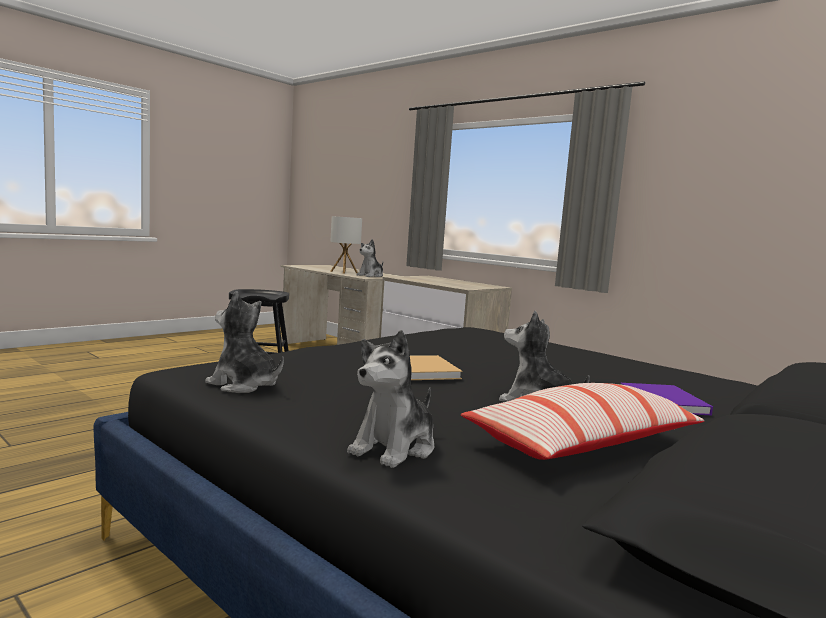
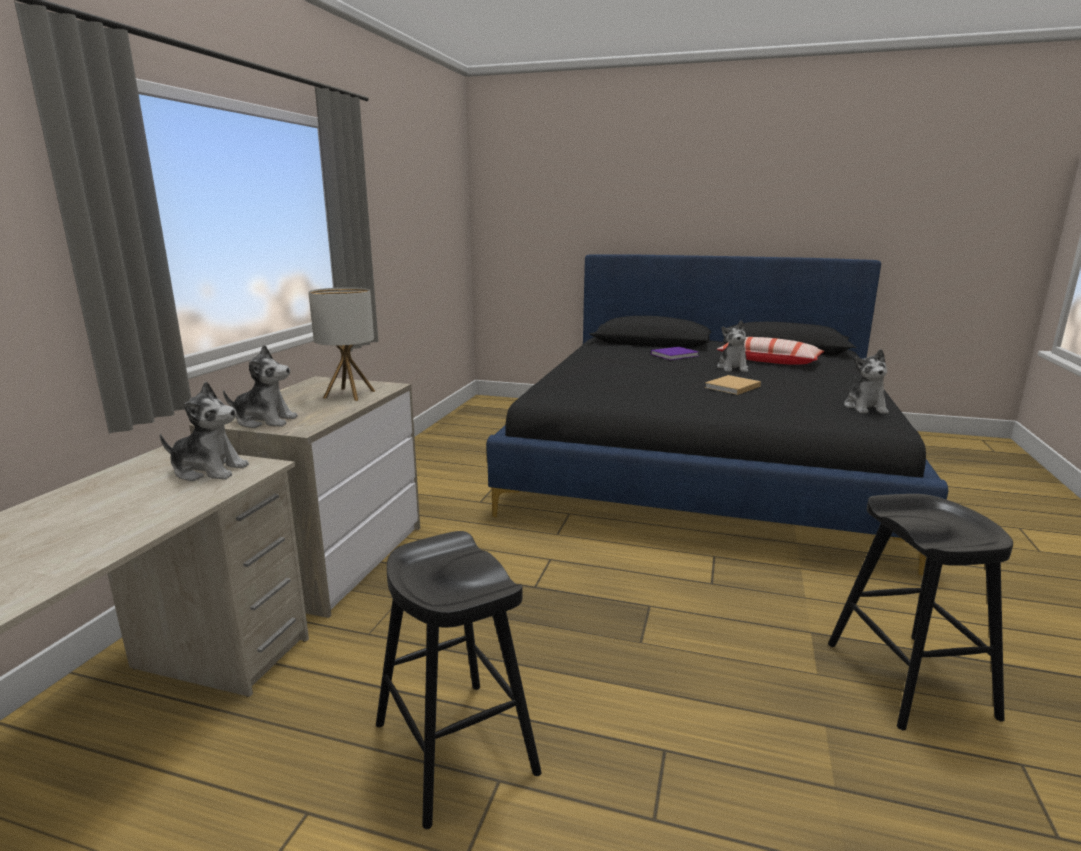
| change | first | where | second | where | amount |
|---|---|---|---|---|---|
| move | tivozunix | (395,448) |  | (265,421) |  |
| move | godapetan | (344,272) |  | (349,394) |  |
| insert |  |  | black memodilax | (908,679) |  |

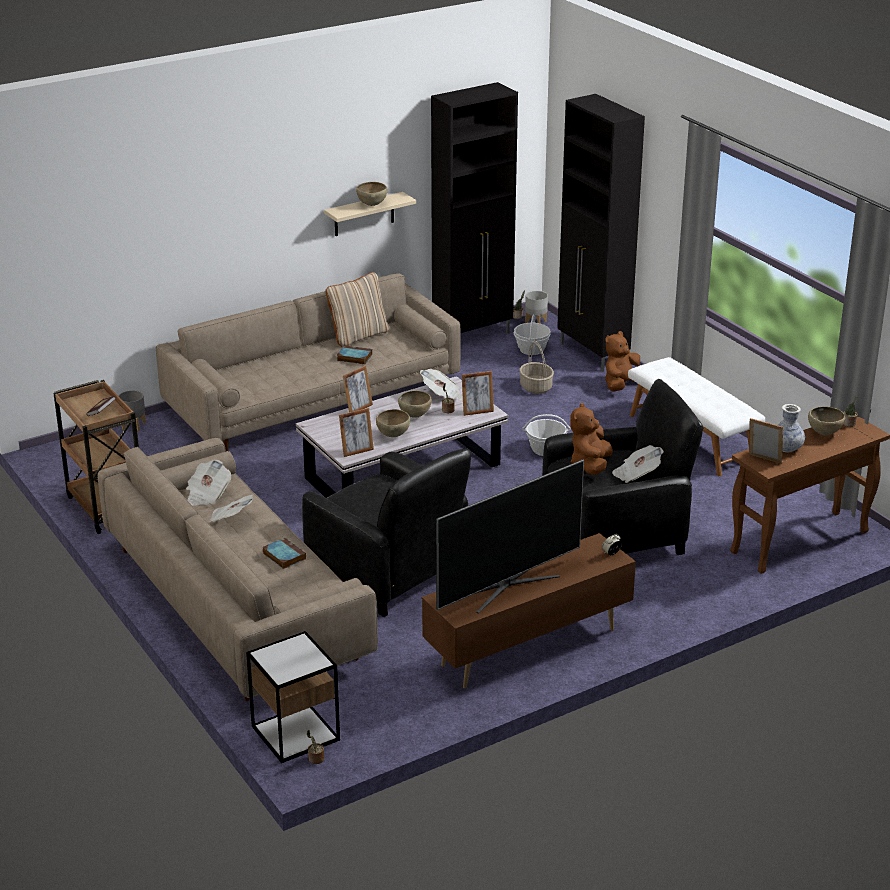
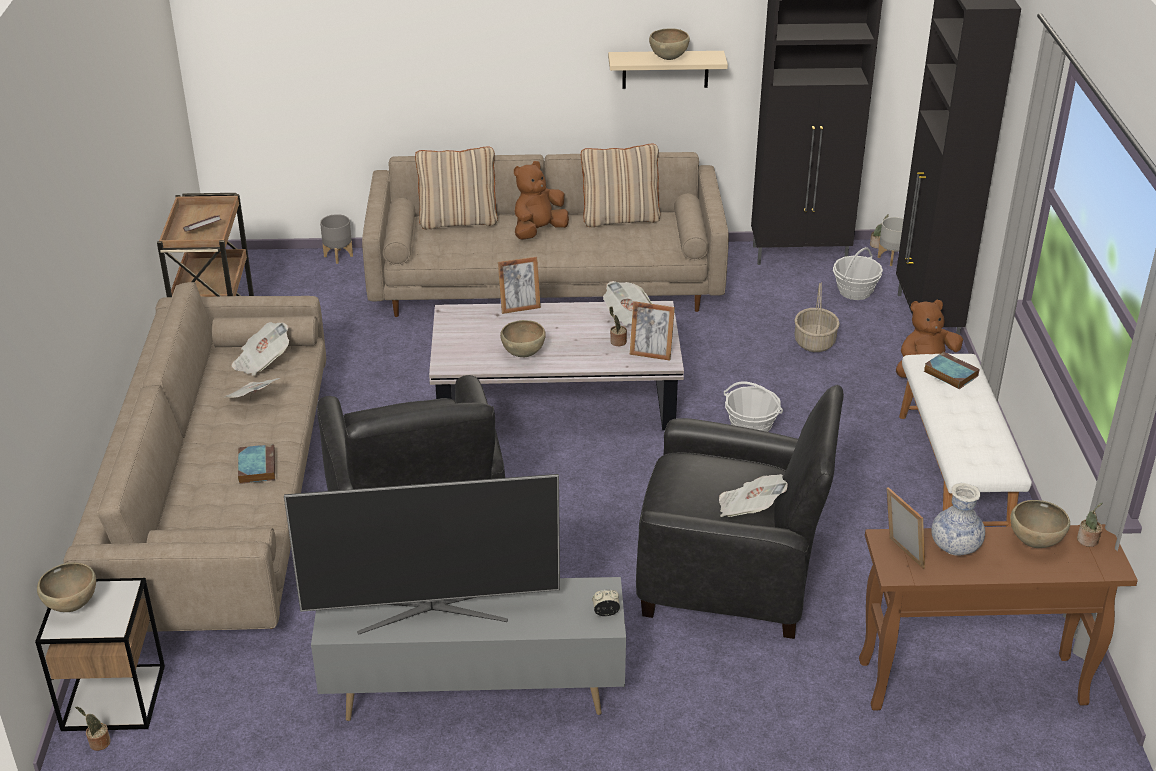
| change | first | where | second | where | amount |
|---|---|---|---|---|---|
| move | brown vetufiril | (415,415) |  | (72,606) |  |
| recolor | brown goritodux | (527,647) | grey goritodux | (473,694) |  |
| insert |  |  | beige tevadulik | (458,221) |  |
| move | brown tivozunix | (590,465) |  | (538,232) |  |
| move | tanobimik | (353,357) |  | (949,373) |  |
| delete | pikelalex | (356,451) |  |  |  |

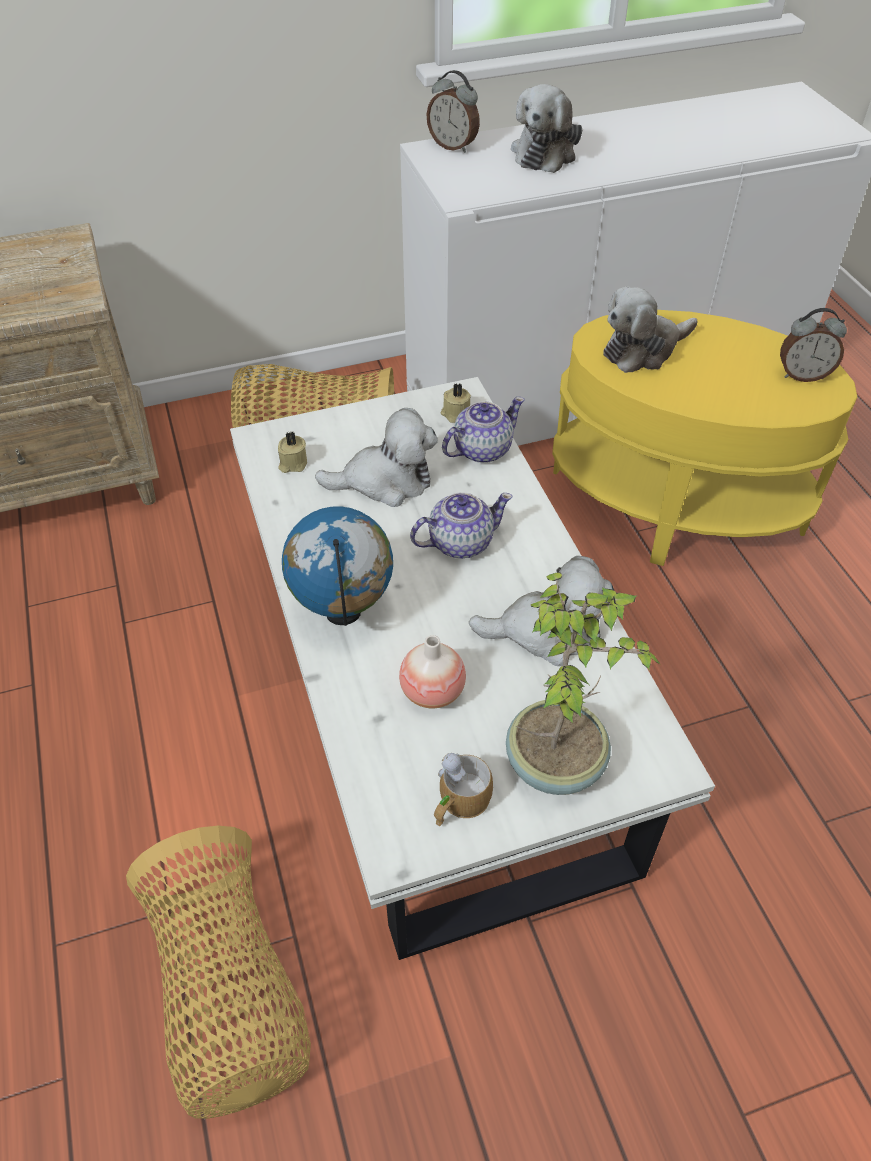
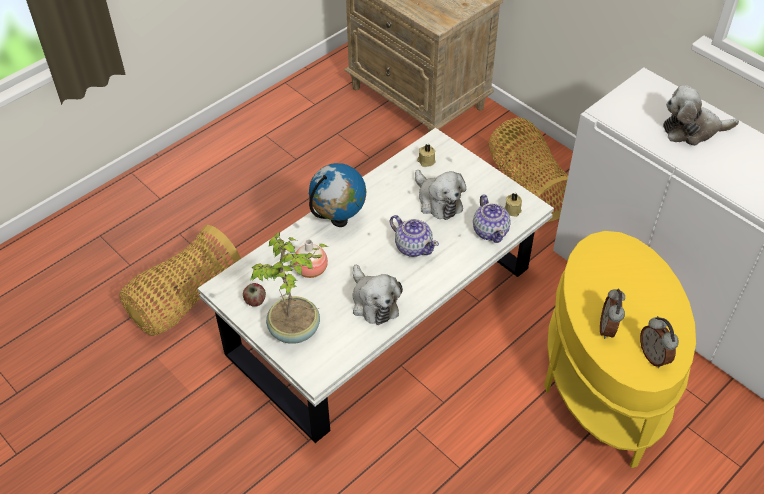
| change | first | where | second | where | amount |
|---|---|---|---|---|---|
| replace | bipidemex | (458,803) | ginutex | (255,301) |  |
| rotate | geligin | (481,449) |  | (490,231) | 45 degrees clockwise |
| move | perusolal | (453,146) |  | (608,328) |  |
| delete | tivozunix | (643,350) |  |  |  |

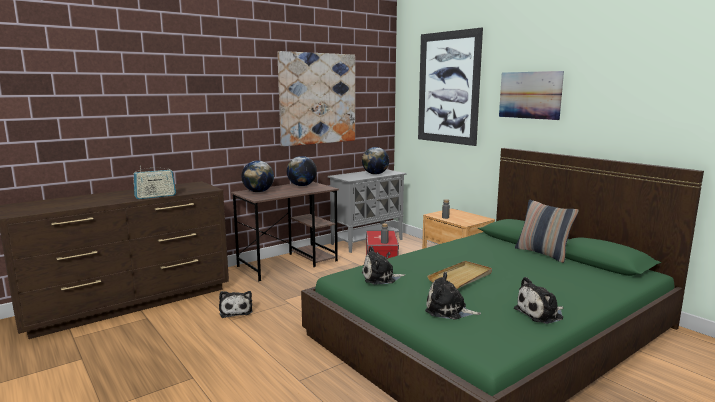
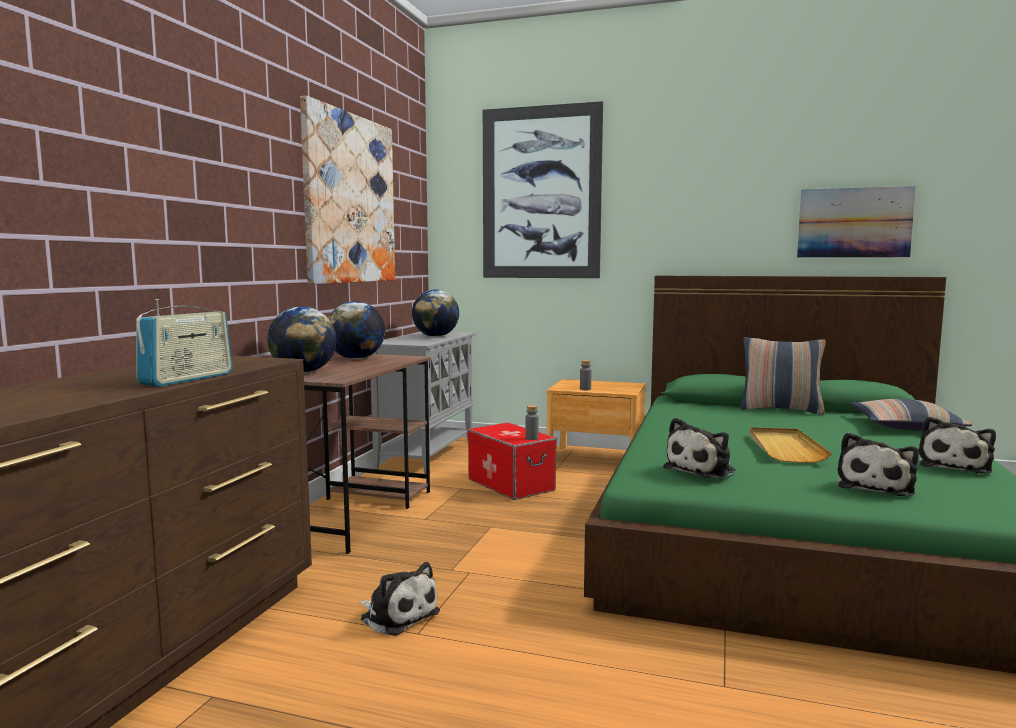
| change | first | where | second | where | amount |
|---|---|---|---|---|---|
| move | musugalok | (530,95) |  | (854,222) |  |
| rotate | tivozunix | (448,310) |  | (876,486) | 45 degrees counterclockwise |
| insert |  |  | tevadulik | (905,426) |  |

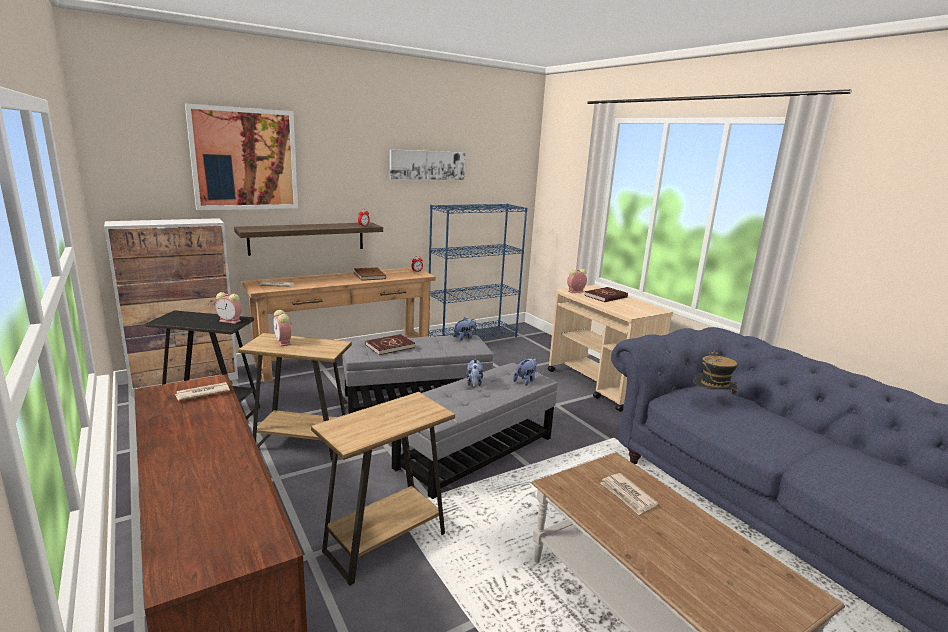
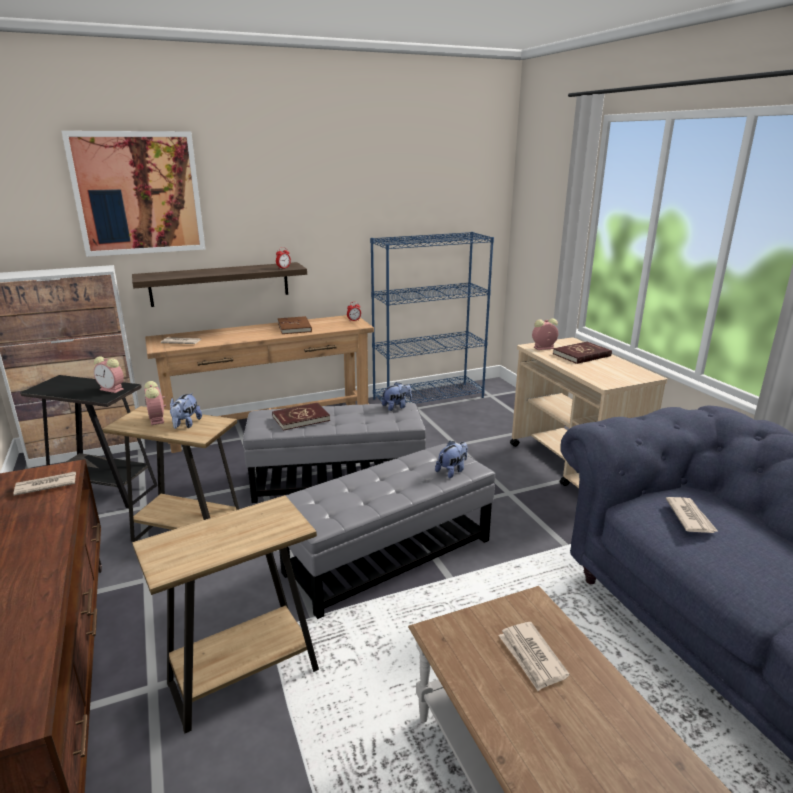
| change | first | where | second | where | amount |
|---|---|---|---|---|---|
| move | tivozunix | (474,383) |  | (186,424) |  |
| replace | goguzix | (711,402) | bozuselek | (690,517) |  |
| delete | musugalok | (427,165) |  |  |  |

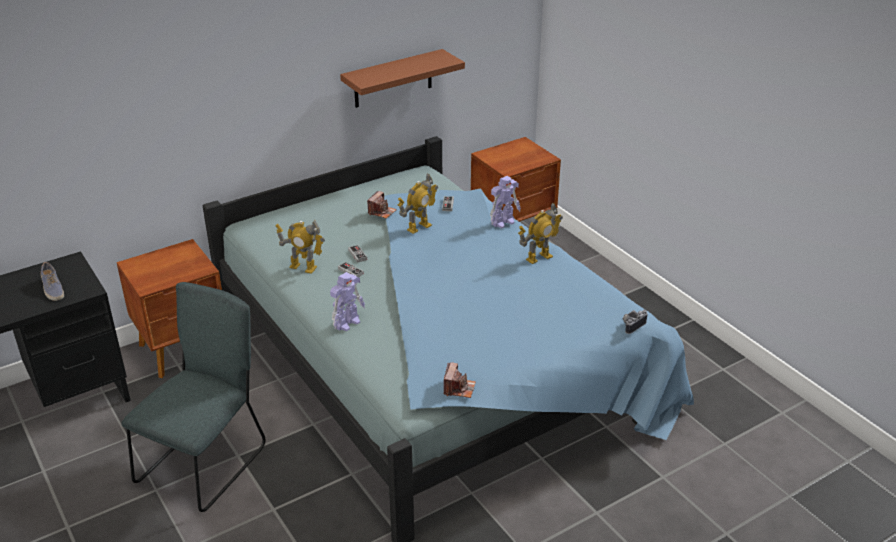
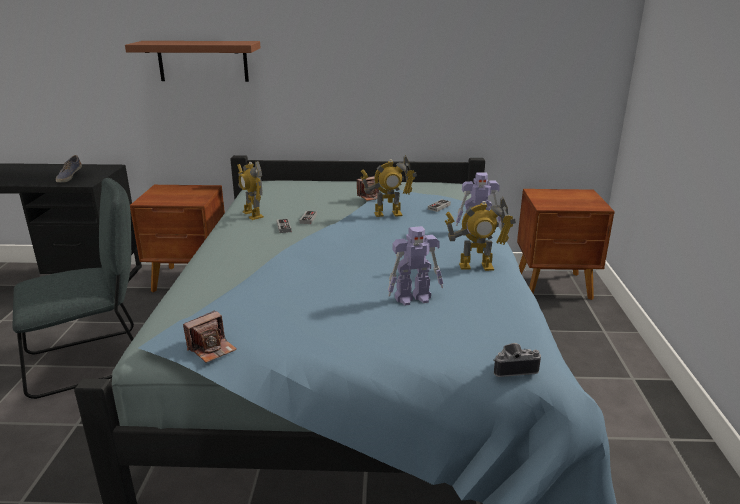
| change | first | where | second | where | amount |
|---|---|---|---|---|---|
| move | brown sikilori | (393,79) |  | (203,61) |  |
| move | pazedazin | (347,322) |  | (414,298) |  |

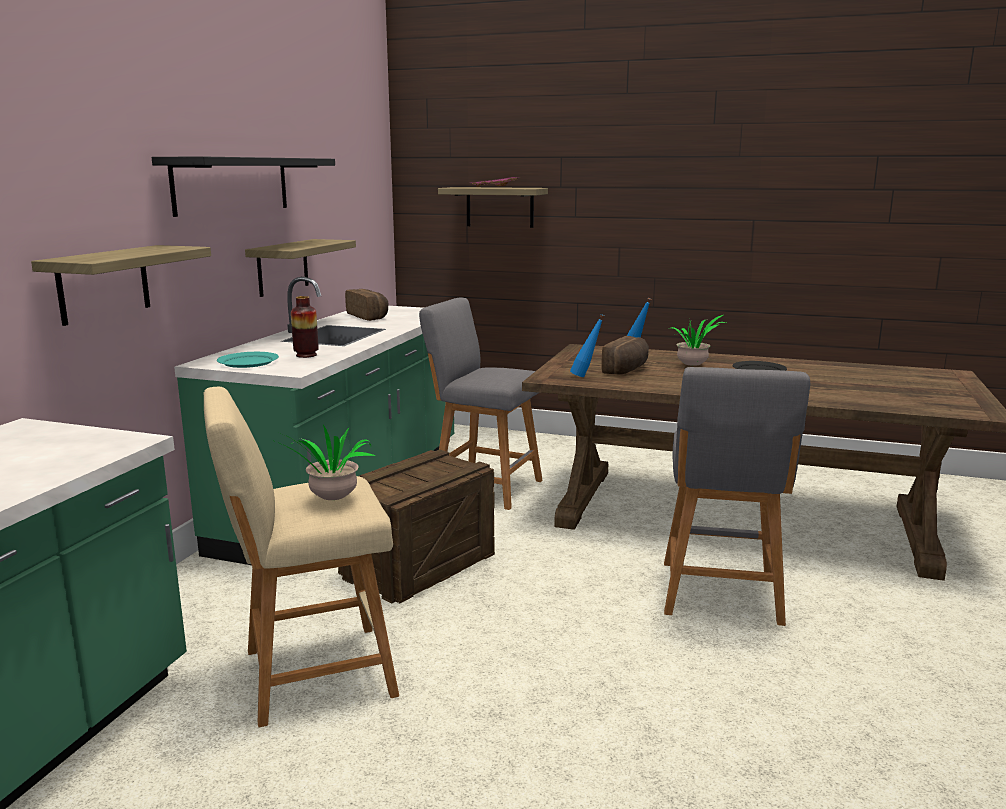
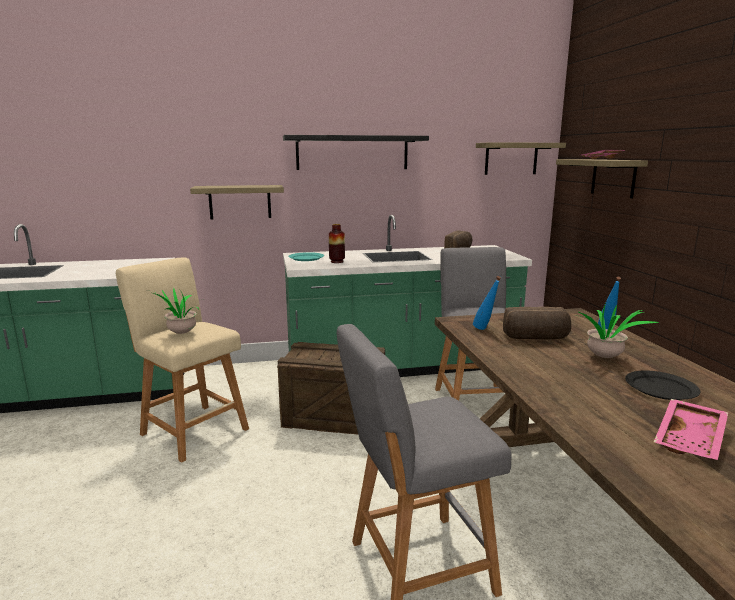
| change | first | where | second | where | amount |
|---|---|---|---|---|---|
| move | sikilori | (282,267) |  | (511,158) |  |
| insert |  |  | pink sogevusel | (692,439) |  |

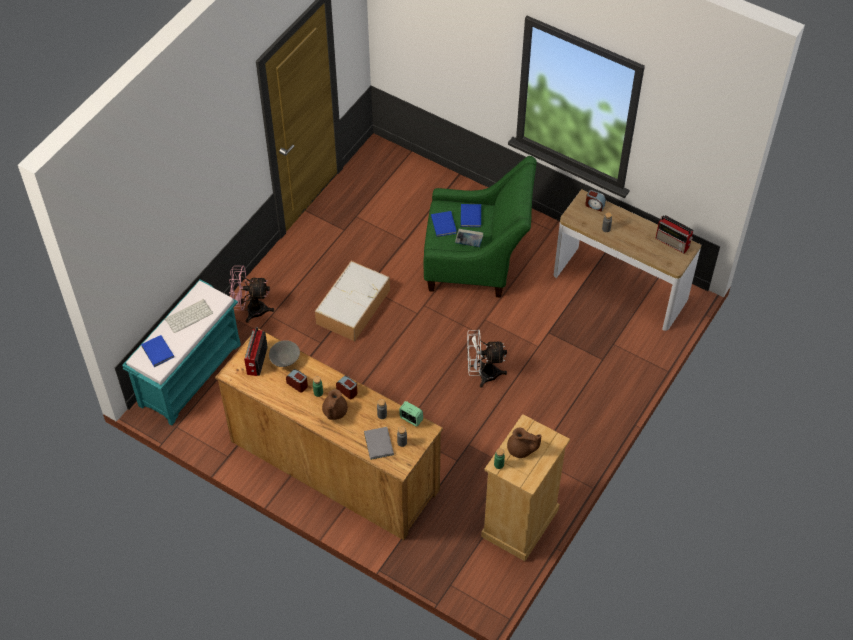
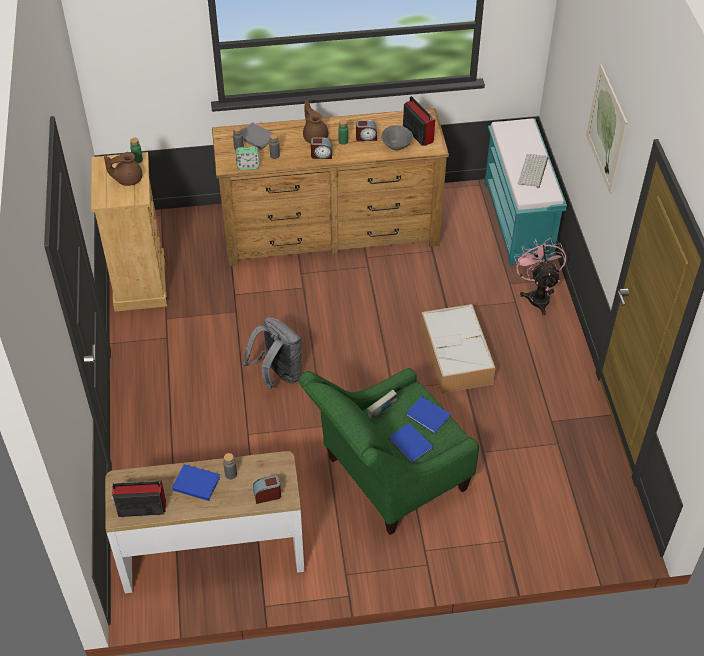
| change | first | where | second | where | amount |
|---|---|---|---|---|---|
| move | blue tanobimik | (157,352) |  | (195,482) |  |
| replace | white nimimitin | (482,374) | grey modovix | (277,375) |  |
| rotate | pink nimimitin | (251,310) |  | (537,295) | 60 degrees counterclockwise |
| insert |  |  | musugalok | (606,129) |  |

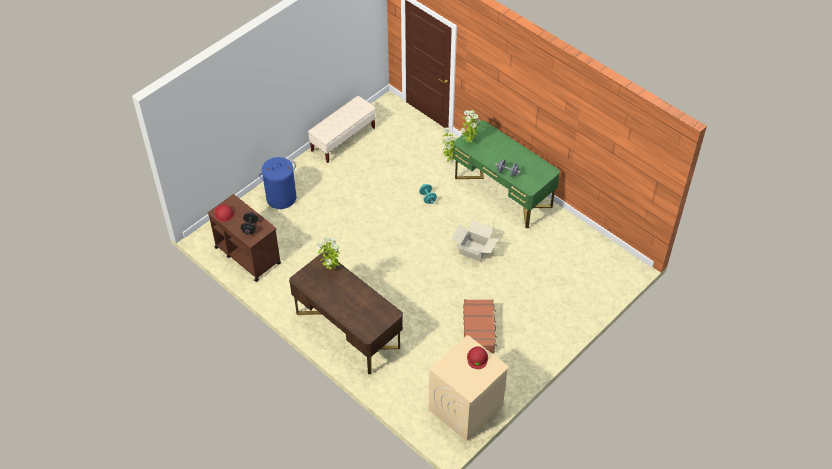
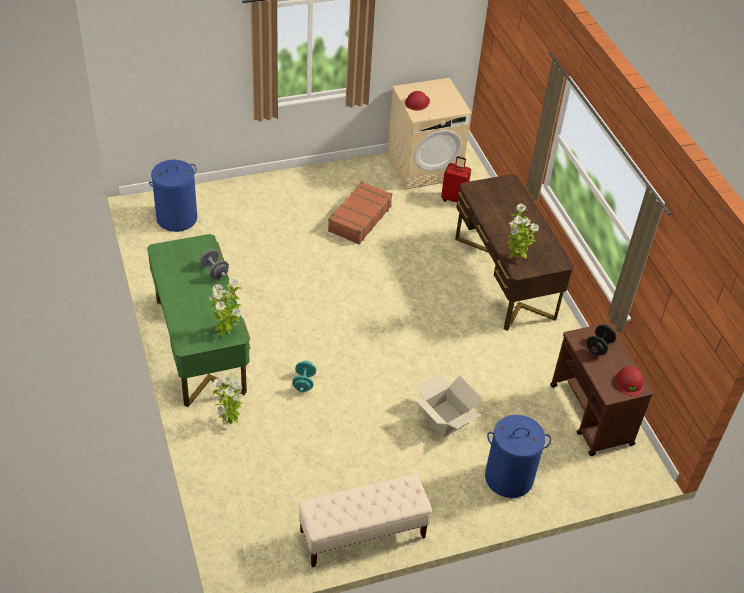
| change | first | where | second | where | amount |
|---|---|---|---|---|---|
| insert |  |  | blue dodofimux | (177,218) |  |
| move | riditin | (474,250) |  | (445,418) |  |
| insert |  |  | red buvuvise | (454,198) |  |

